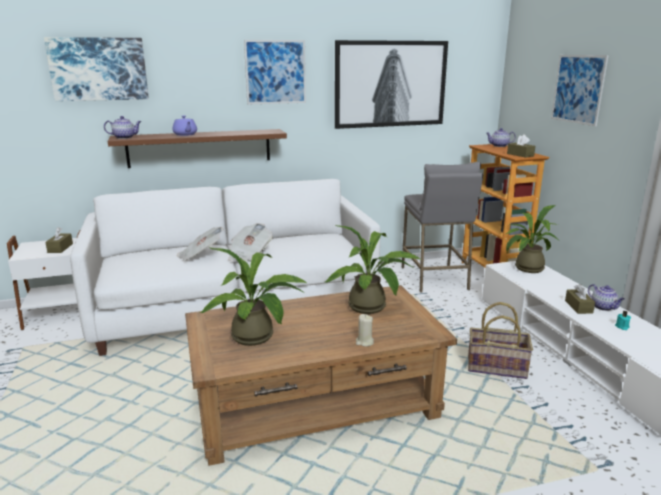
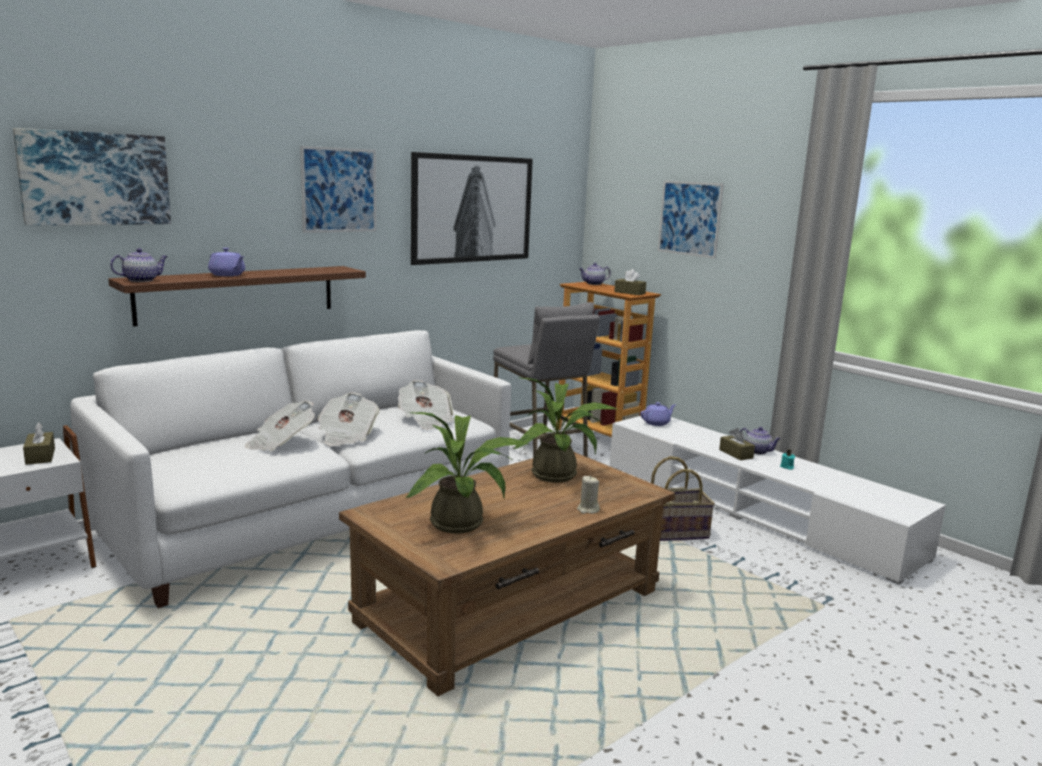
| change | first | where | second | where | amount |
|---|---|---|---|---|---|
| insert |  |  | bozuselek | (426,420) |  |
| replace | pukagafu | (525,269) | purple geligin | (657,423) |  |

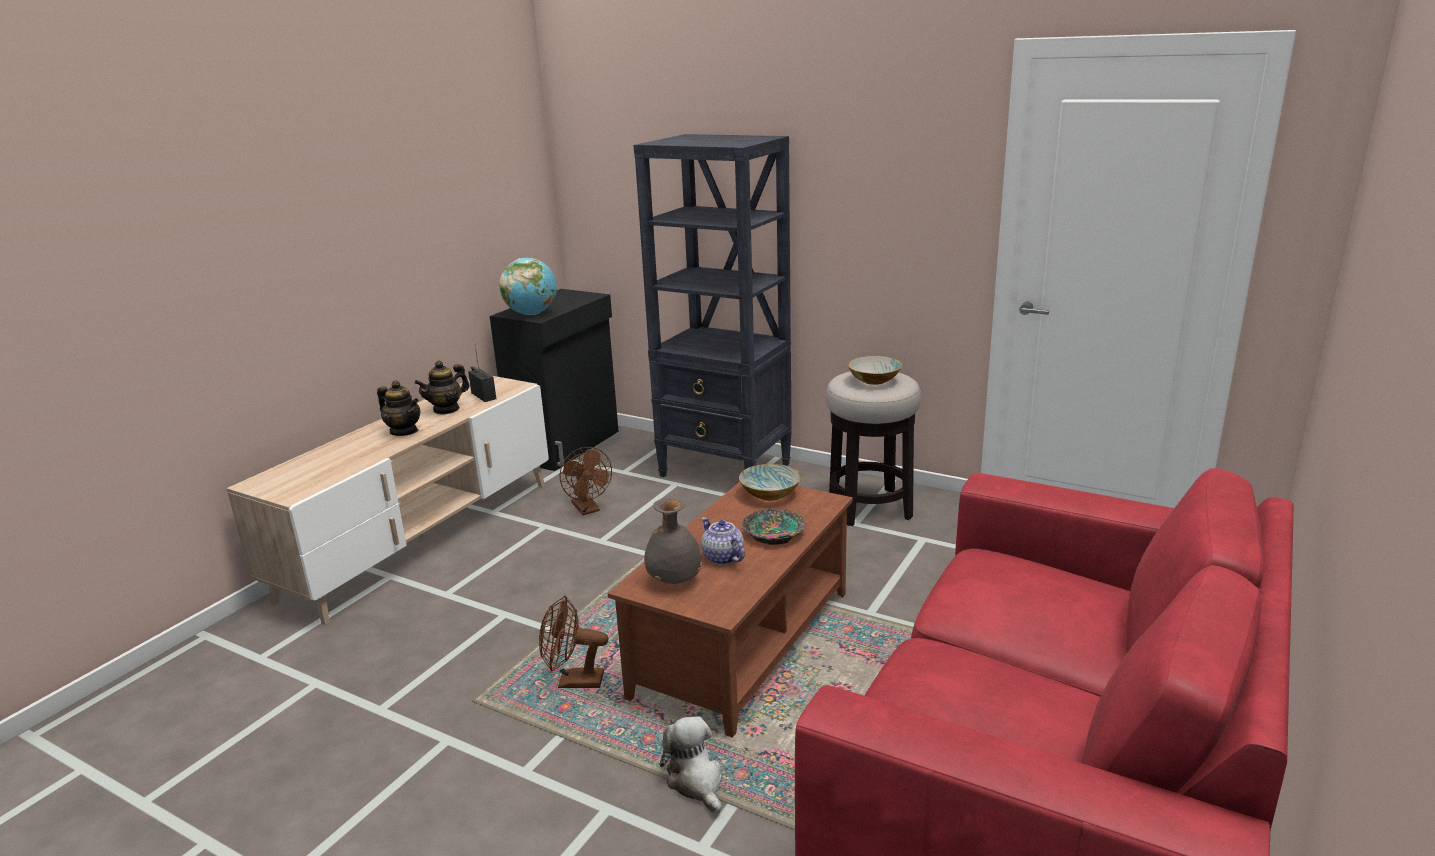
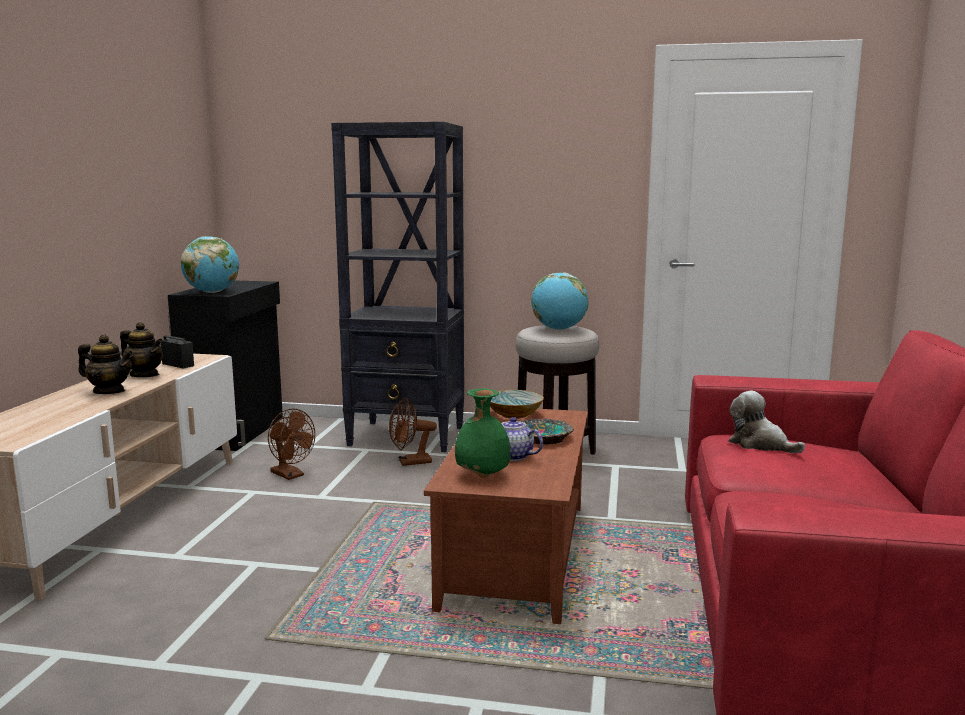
| change | first | where | second | where | amount |
|---|---|---|---|---|---|
| rotate | geligin | (446,409) |  | (144,375) | 90 degrees counterclockwise |
| move | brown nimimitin | (573,682) |  | (410,462) |  |
| recolor | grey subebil | (674,580) | green subebil | (482,475) |  |
| replace | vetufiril | (874,380) | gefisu | (559,329) |  |
| move | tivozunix | (696,781) |  | (760,444) |  |

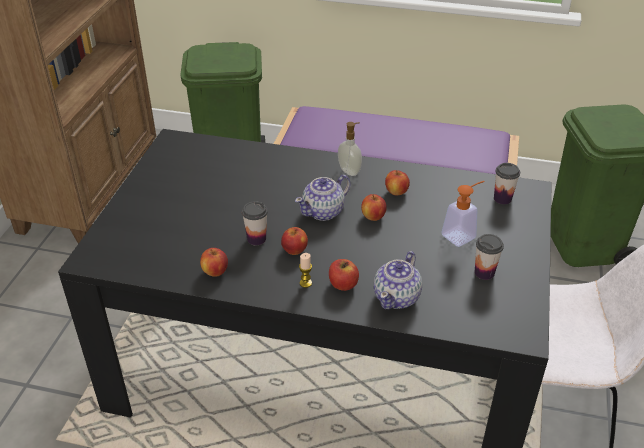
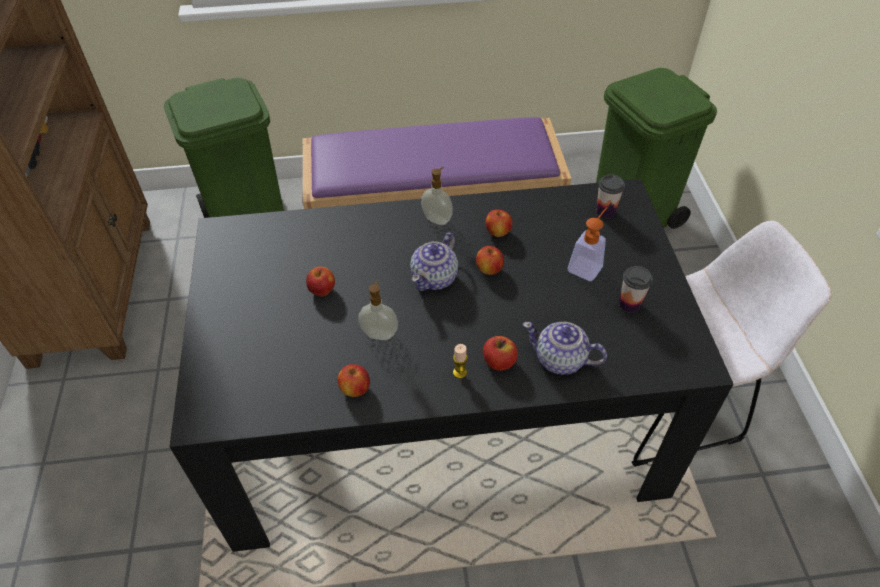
| change | first | where | second | where | amount |
|---|---|---|---|---|---|
| move | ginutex | (294,250) |  | (322,290) |  |
| replace | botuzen | (256,239) | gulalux | (380,333) |  |
| rotate | geligin | (397,297) |  | (560,360) | 105 degrees clockwise |

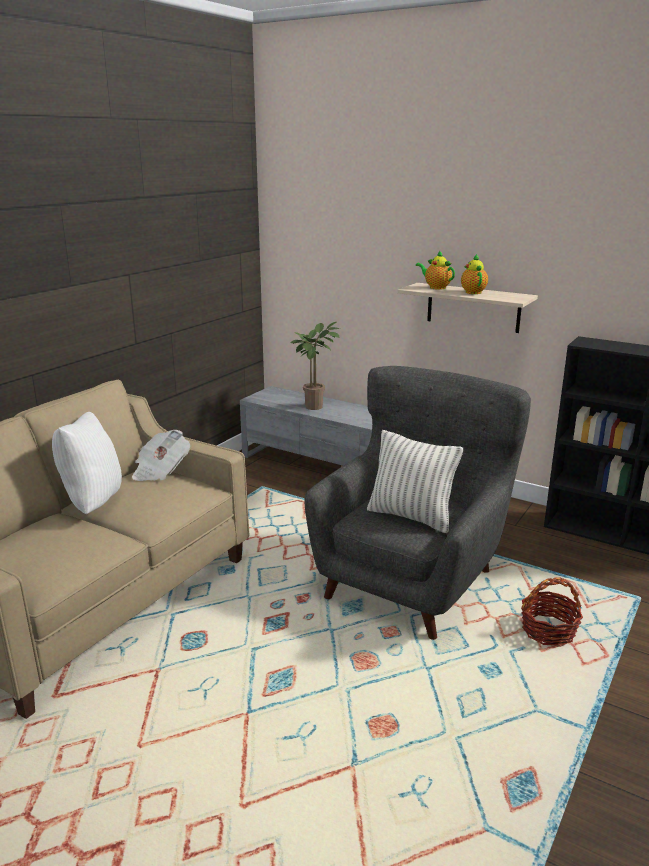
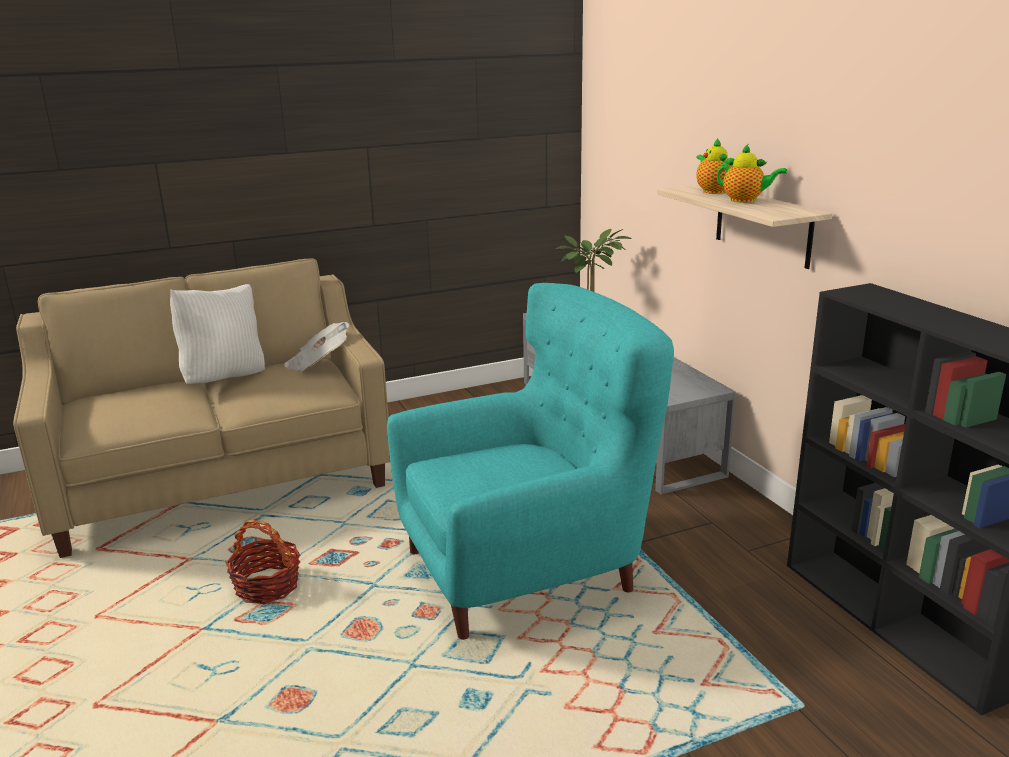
| change | first | where | second | where | amount |
|---|---|---|---|---|---|
| move | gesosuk | (548,631) |  | (267,586) |  |
| recolor | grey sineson | (412,580) | turquoise sineson | (526,568) |  |
| rotate | geligin | (472,292) |  | (745,200) | 90 degrees clockwise |
| delete | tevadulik | (411,516) |  |  |  |

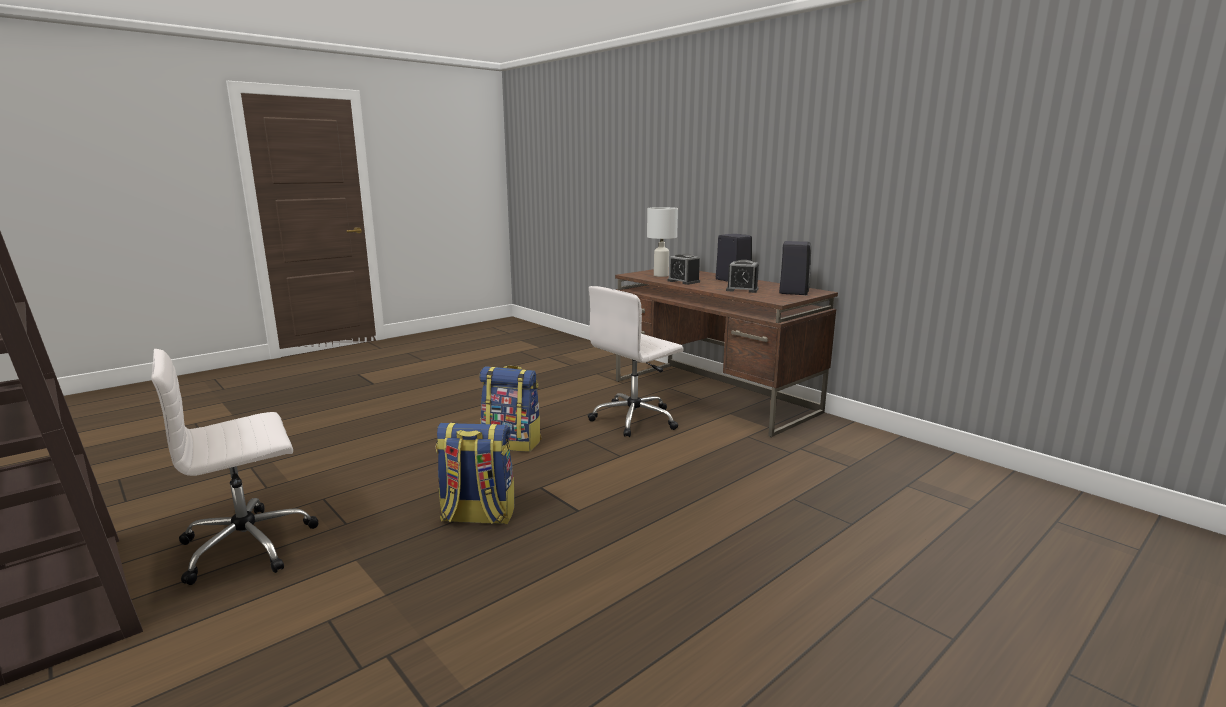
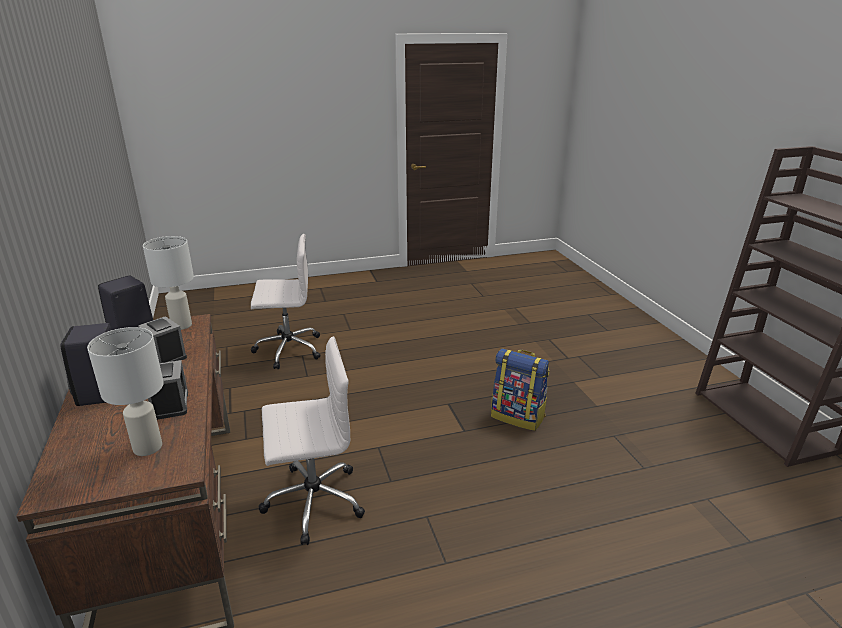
| change | first | where | second | where | amount |
|---|---|---|---|---|---|
| insert |  |  | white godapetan | (181,325) |  |
| move | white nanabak | (250,545) |  | (287,349) |  |
| delete | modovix | (512,443) |  |  |  |

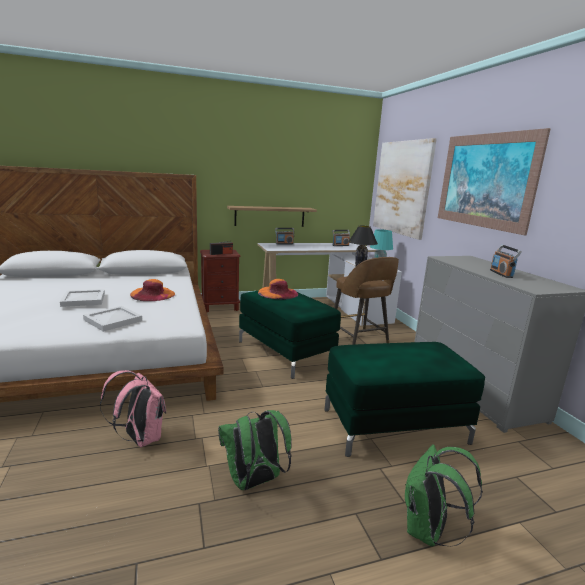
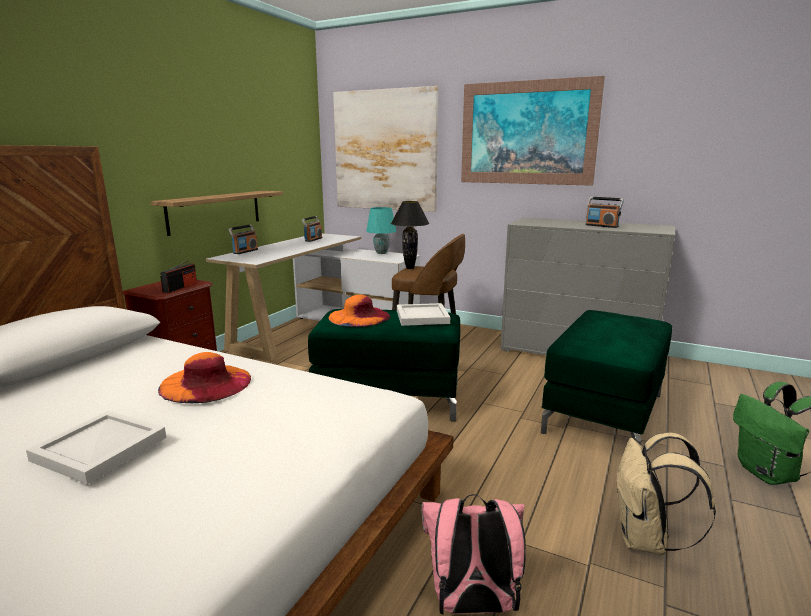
| change | first | where | second | where | amount |
|---|---|---|---|---|---|
| move | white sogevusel | (112,320) |  | (423,317) |  |
| recolor | green modovix | (254,482) | beige modovix | (646,540) |  |

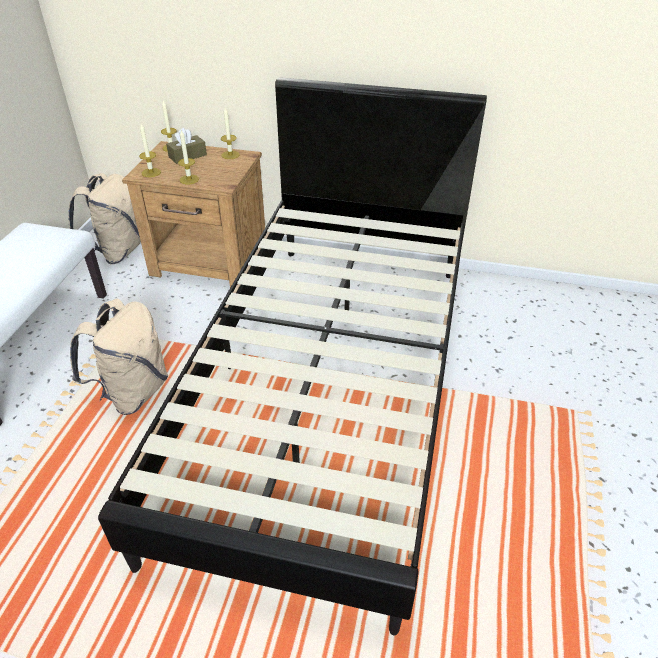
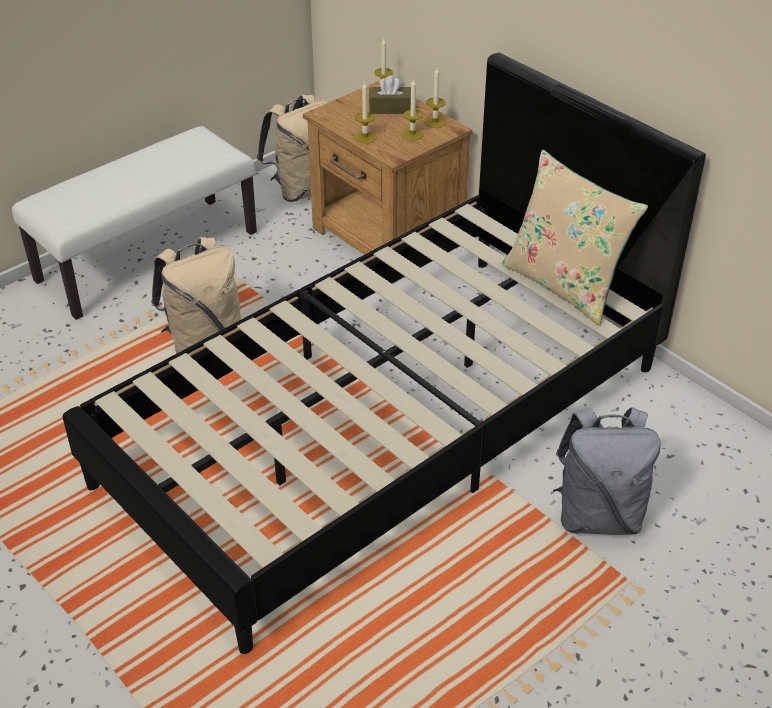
| change | first | where | second | where | amount |
|---|---|---|---|---|---|
| move | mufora | (151,172) |  | (412,134) |  |
| insert |  |  | beige tevadulik | (564,285) |  |
| insert |  |  | grey modovix | (598,515) |  |

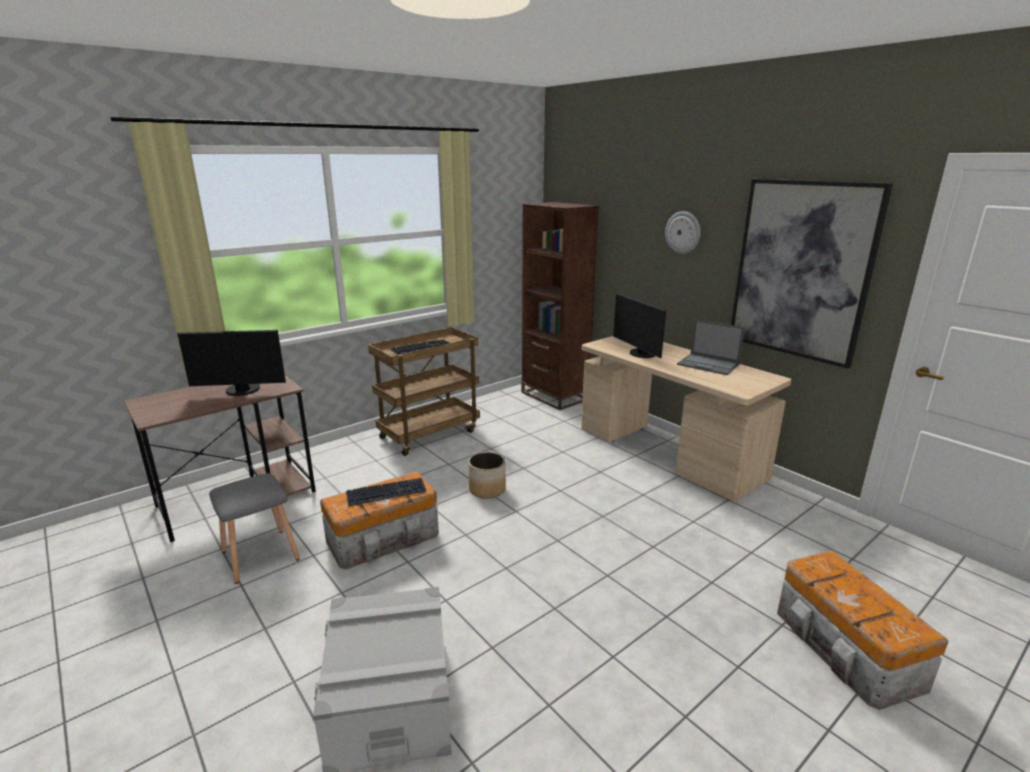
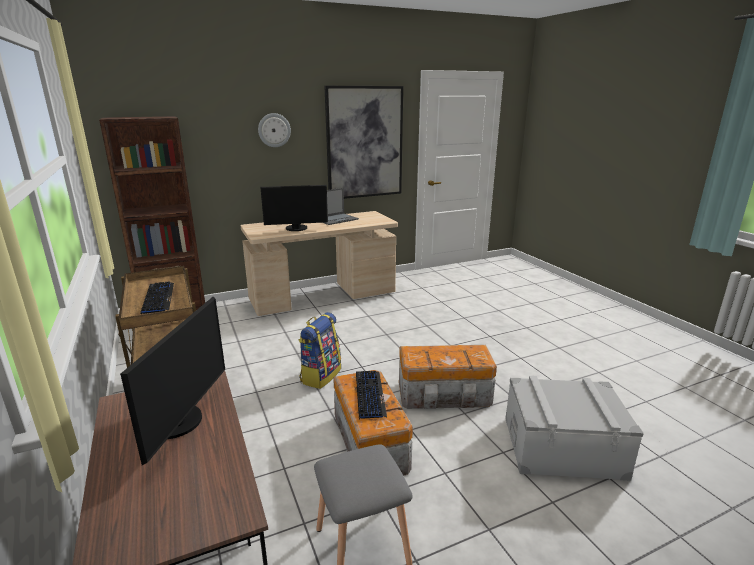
| change | first | where | second | where | amount |
|---|---|---|---|---|---|
| replace | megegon | (487,489) | modovix | (320,375) |  |
| move | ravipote | (846,649) |  | (445,394) |  |

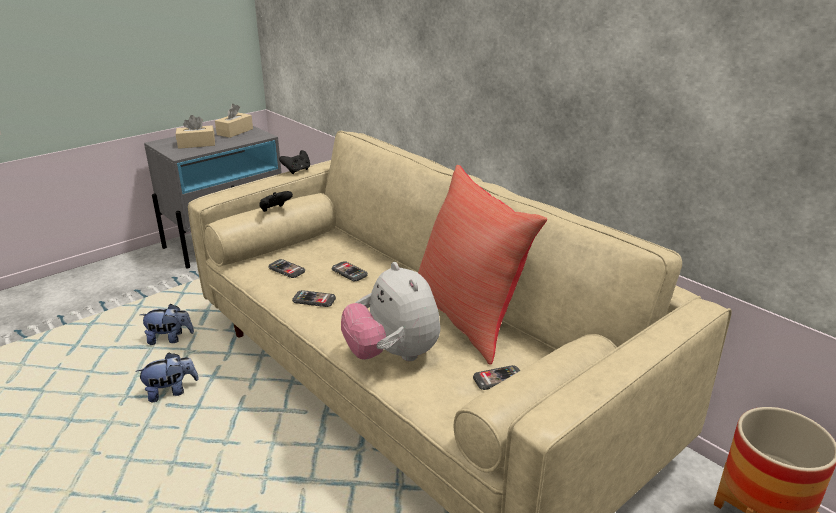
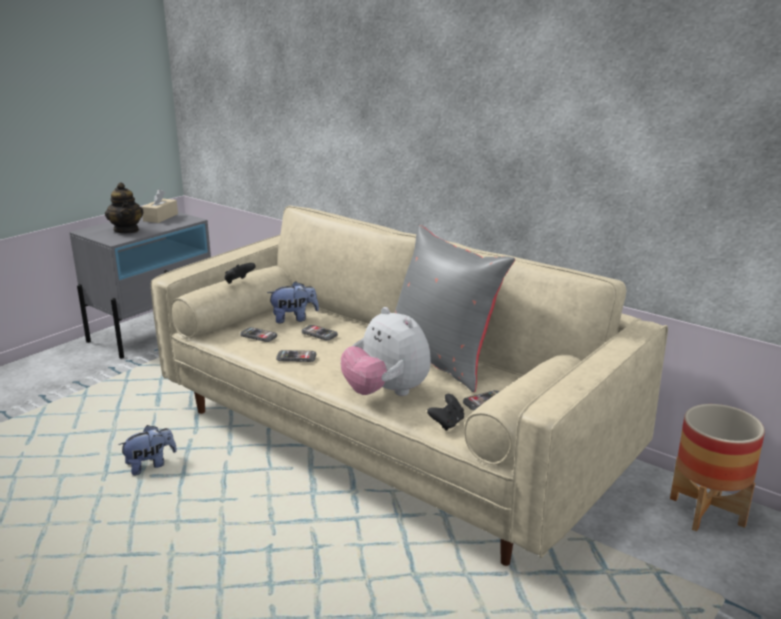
| change | first | where | second | where | amount |
|---|---|---|---|---|---|
| replace | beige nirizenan | (196,144) | geligin | (127,230) |  |
| move | tivozunix | (170,339) |  | (294,319) |  |
| recolor | red tevadulik | (468,316) | grey tevadulik | (441,359) |  |
| move | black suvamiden | (297,171) |  | (447,423) |  |

